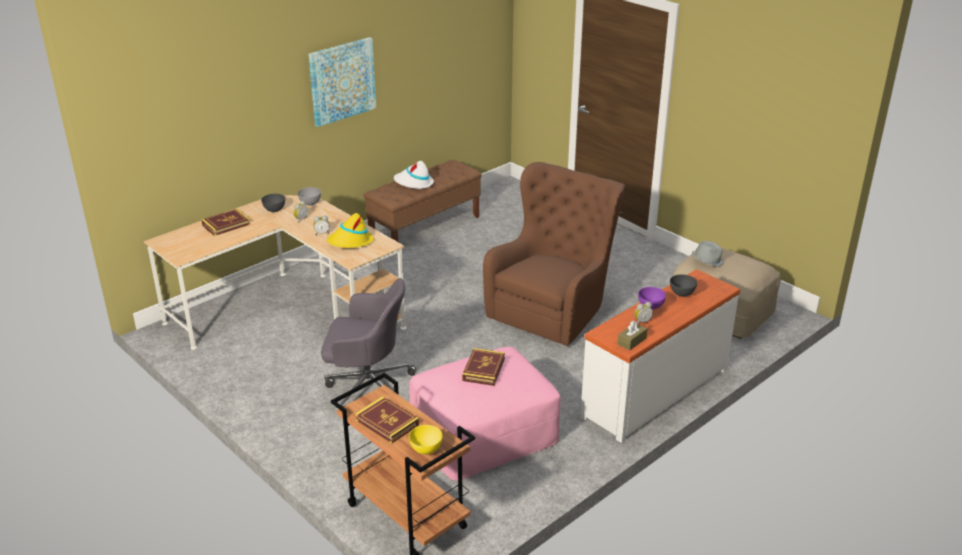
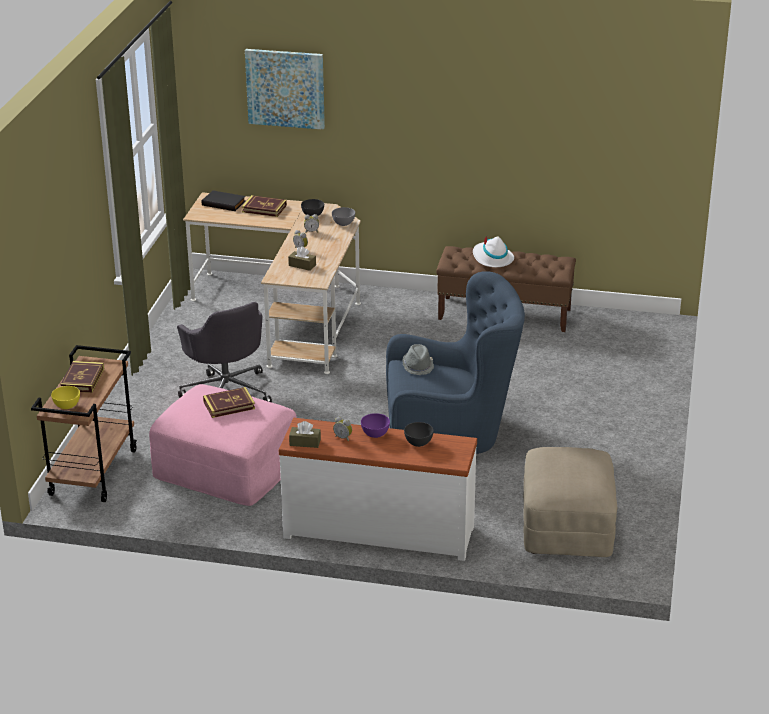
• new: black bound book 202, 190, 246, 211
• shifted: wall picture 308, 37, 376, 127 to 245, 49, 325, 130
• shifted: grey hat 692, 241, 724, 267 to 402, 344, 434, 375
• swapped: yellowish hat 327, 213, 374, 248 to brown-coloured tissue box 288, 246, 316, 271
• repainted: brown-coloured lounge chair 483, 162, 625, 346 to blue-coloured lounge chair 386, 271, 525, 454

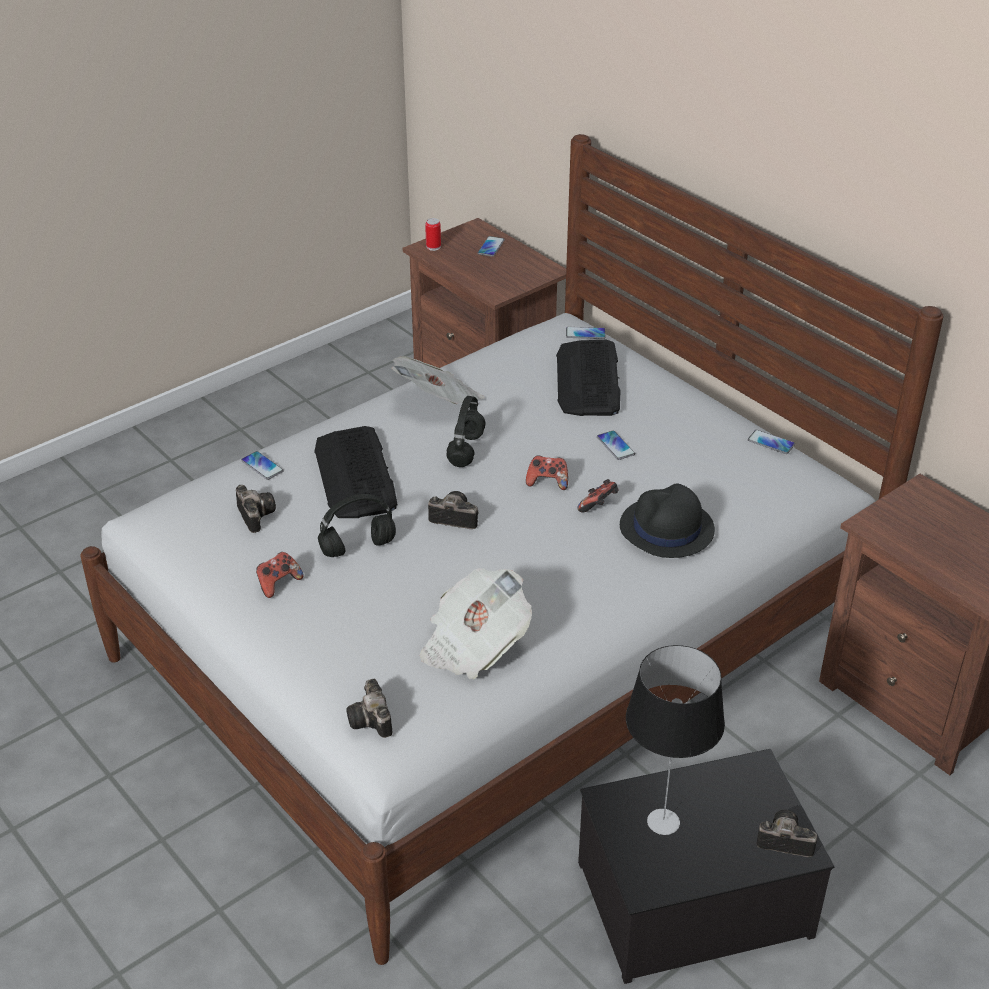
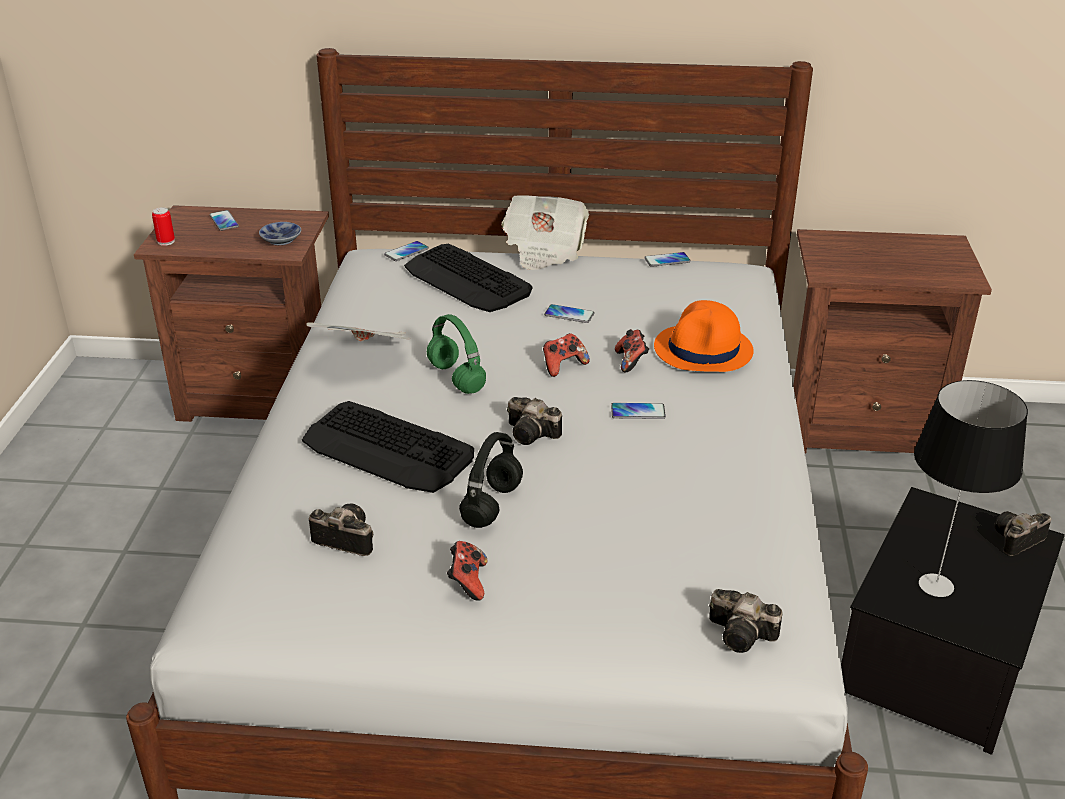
• new: deep dish 259, 222, 301, 245
• shifted: telephone 241, 451, 283, 480 to 611, 403, 666, 419
• shifted: newspaper 420, 568, 532, 679 to 502, 195, 589, 270
• repainted: black headphones 446, 396, 486, 467 to green-coloured headphones 427, 314, 486, 394
• repainted: black hat 620, 483, 715, 558 to orange hat 654, 300, 754, 372
• rotated: photo camera 428, 491, 478, 529 = 507, 397, 562, 445 120 degrees counterclockwise

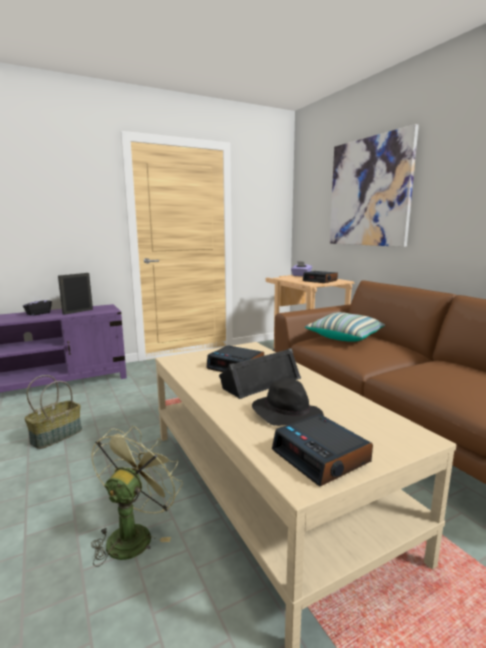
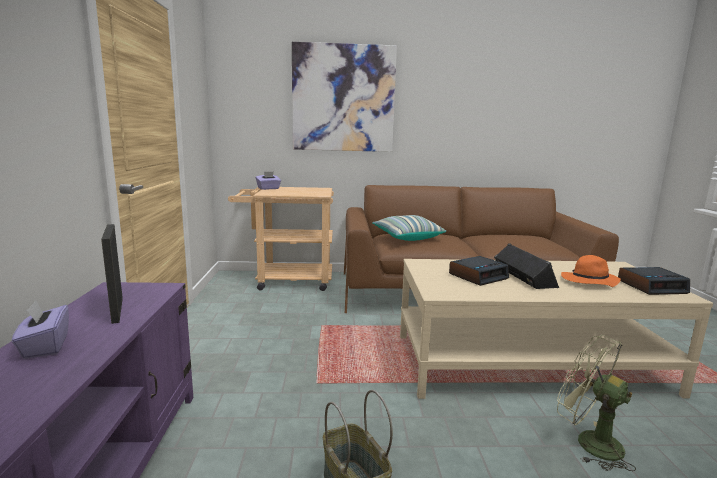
• gone: bedside clock 303, 271, 338, 283
• repainted: black tissue box 23, 295, 52, 316 to purple-coloured tissue box 12, 300, 69, 359
• repainted: black hat 252, 378, 324, 426 to orange hat 561, 255, 621, 287

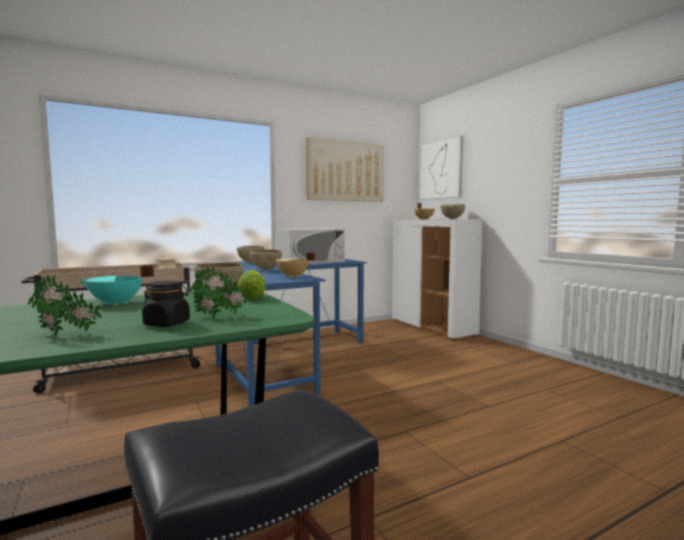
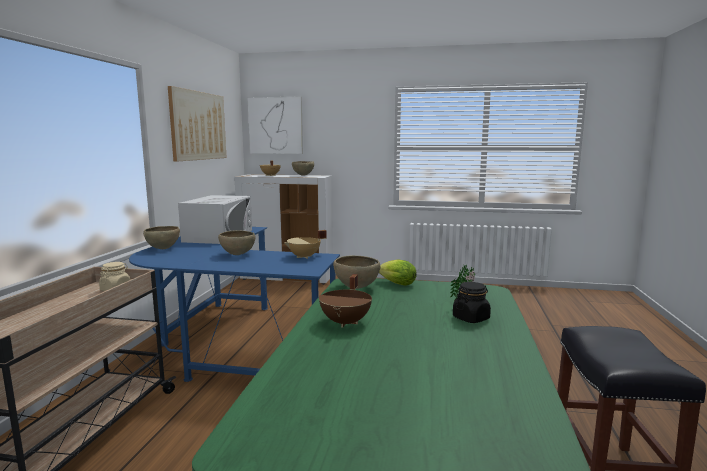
• gone: houseplant 28, 274, 102, 336
• repainted: turquoise-coloured stockpot 78, 265, 154, 306 to brown-coloured stockpot 319, 274, 372, 327

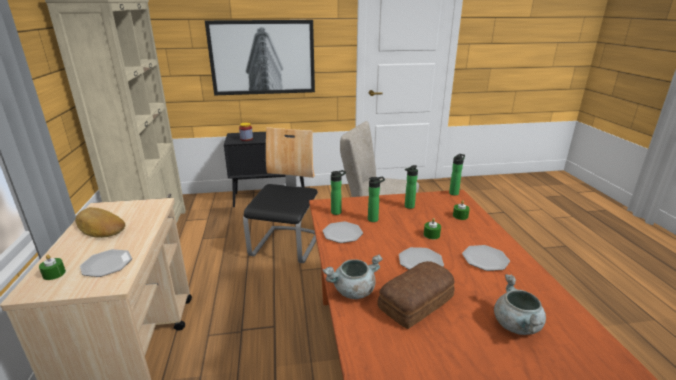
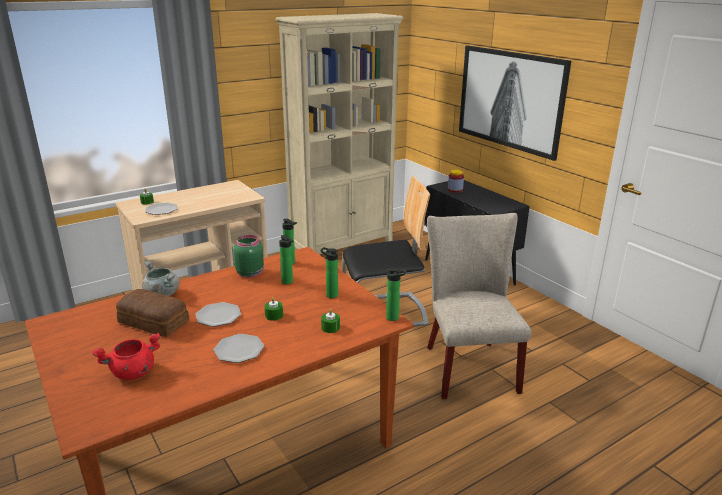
• gone: bakery bread 75, 207, 125, 238
• swapped: dinner plate 322, 221, 363, 243 to green-coloured preserve jar 233, 235, 264, 278
• repainted: grey stockpot 494, 274, 546, 335 to reddish stockpot 92, 333, 161, 380

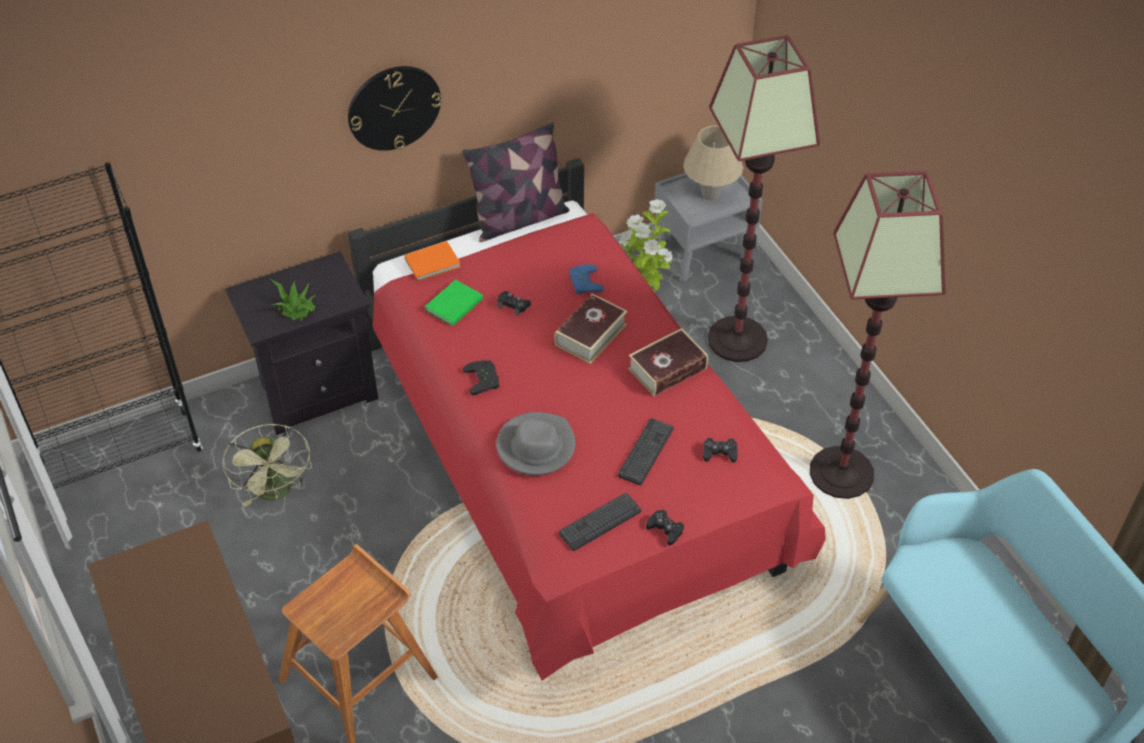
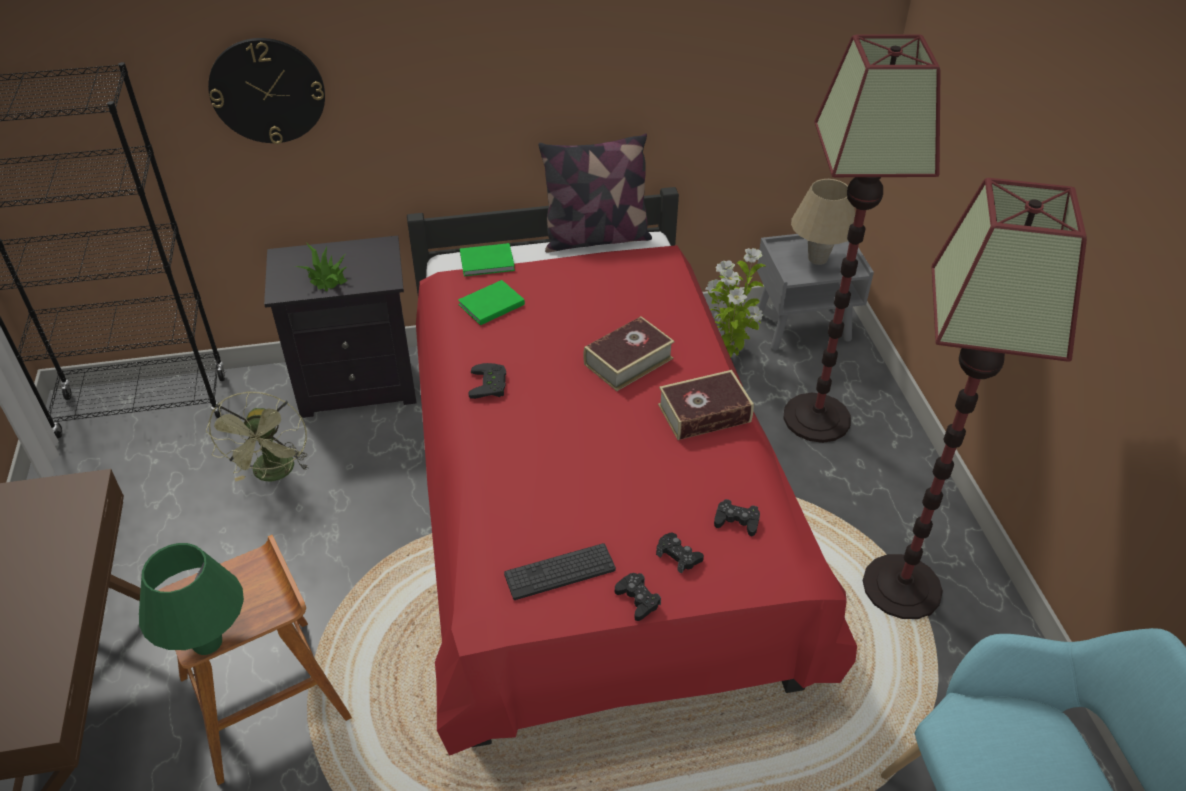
• gone: grey hat 496, 412, 575, 475
• gone: blue-coloured game controller 570, 264, 604, 294
• gone: computer keyboard 618, 418, 674, 485
• new: green-coloured table lamp 139, 543, 244, 655
• shifted: wall clock 348, 66, 442, 151 to 208, 38, 325, 144
• shifted: black game controller 497, 291, 531, 316 to 656, 533, 704, 574
• repainted: orange bound book 404, 241, 461, 281 to green-coloured bound book 460, 243, 515, 276

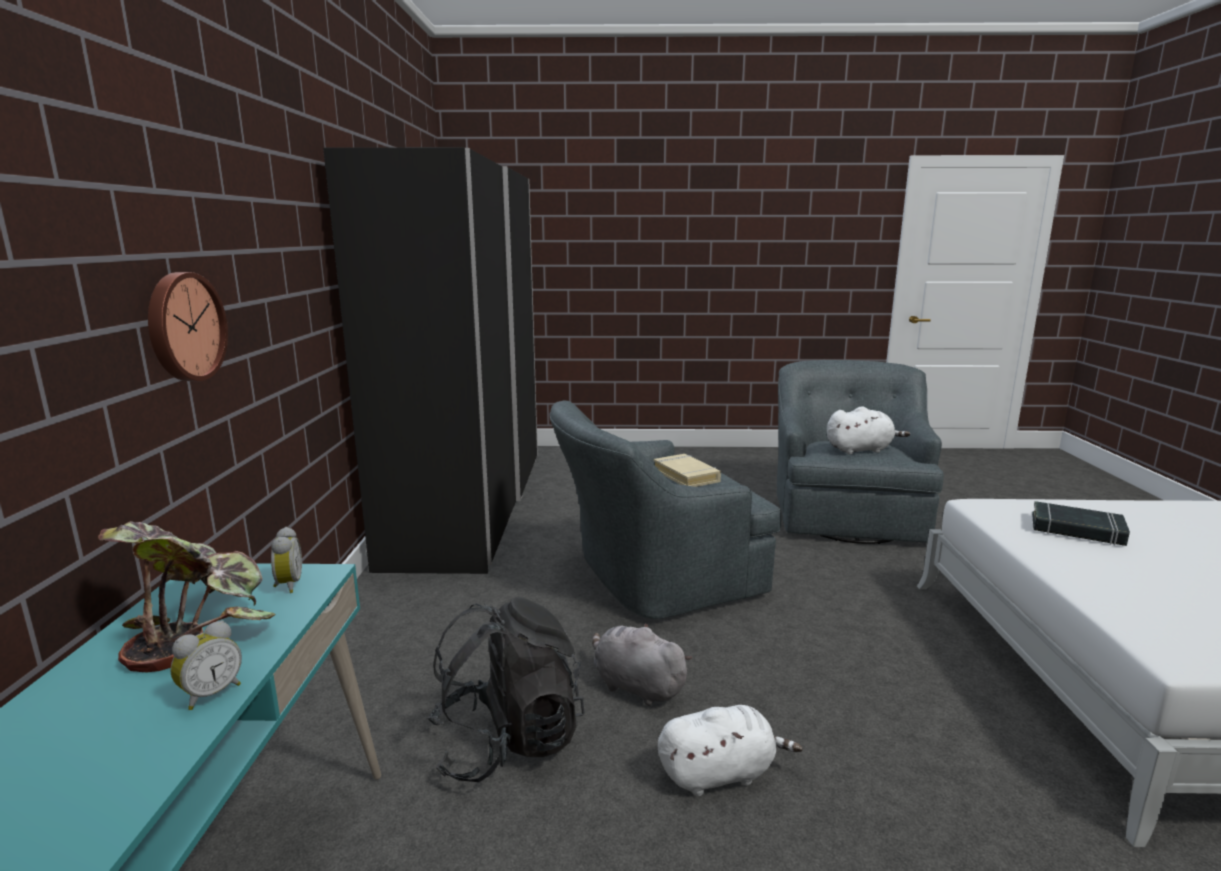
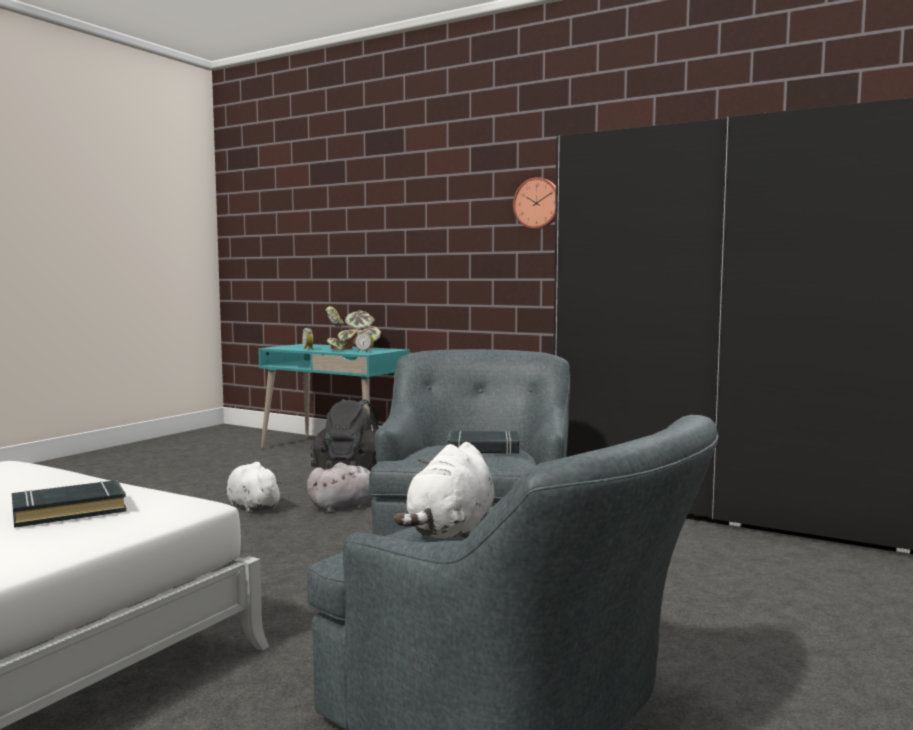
• shifted: wall clock 148, 272, 228, 381 to 513, 177, 556, 229
• repainted: beige bound book 653, 454, 721, 487 to black bound book 448, 431, 520, 454
• rotated: whitish cuddly toy 658, 705, 803, 796 = 227, 462, 283, 513 120 degrees clockwise

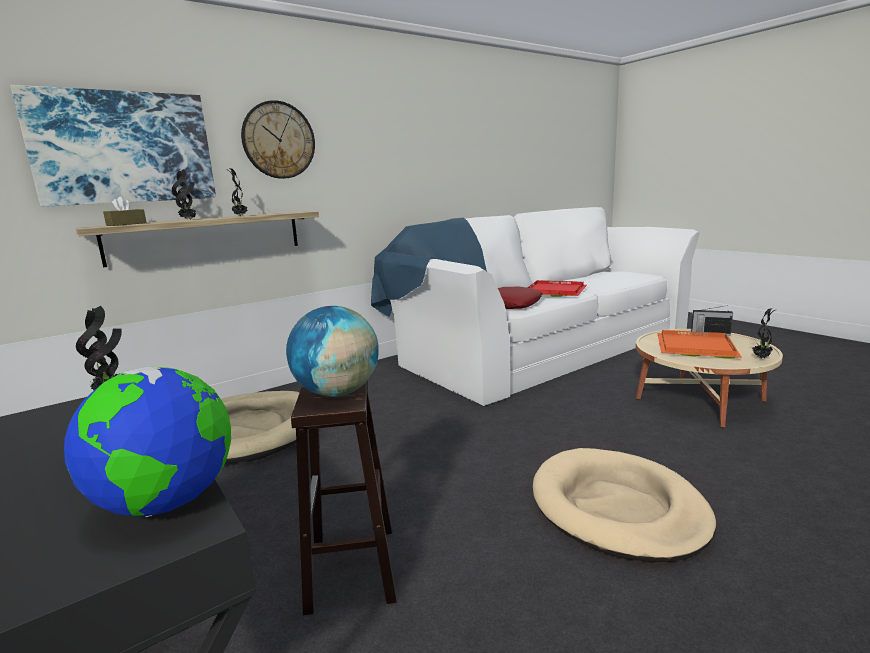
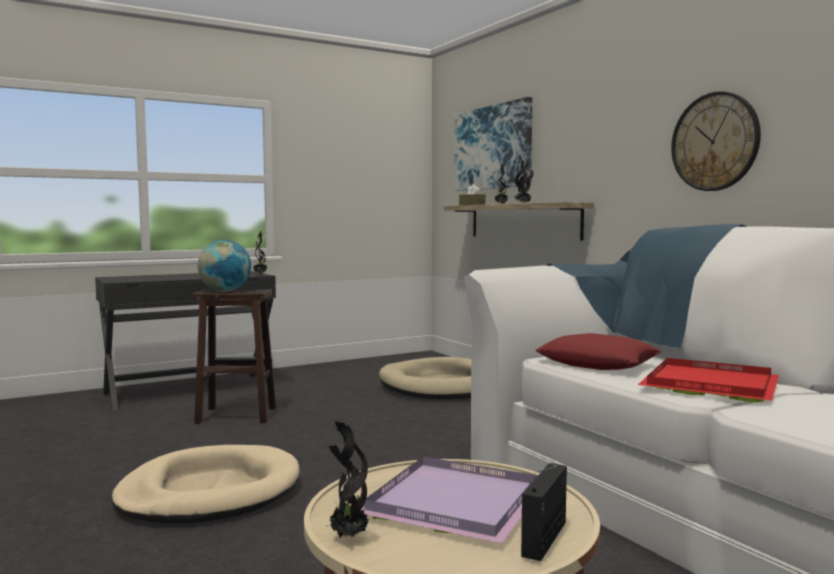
• gone: desk globe 64, 366, 231, 517
• shifted: wall clock 241, 100, 315, 179 to 671, 91, 761, 191
• repainted: orange serving tray 657, 330, 742, 359 to purple-coloured serving tray 361, 457, 537, 543

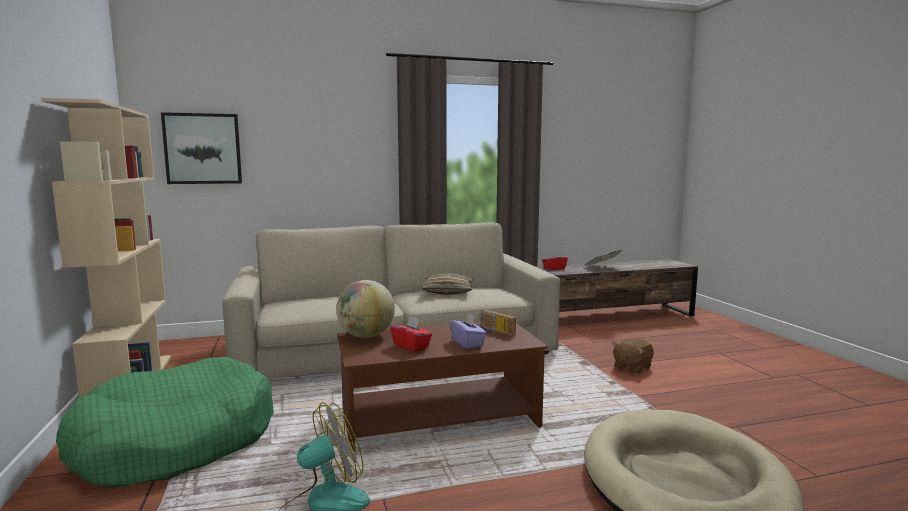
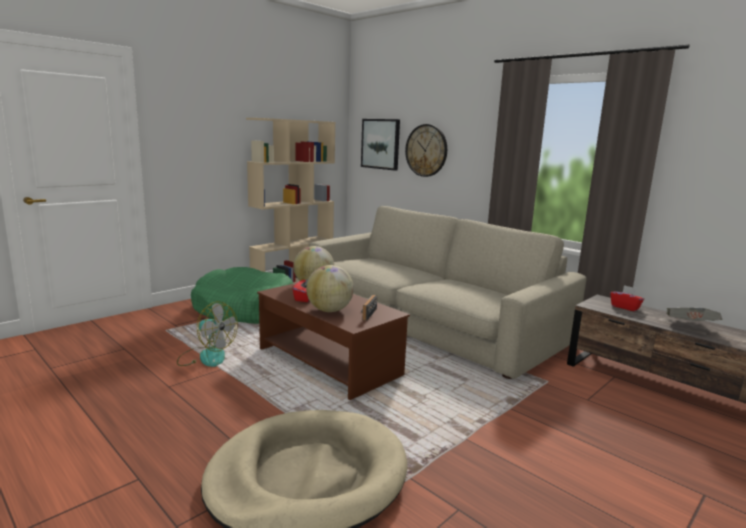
• gone: cushion 421, 273, 473, 295
• gone: brown-coloured cuddly toy 612, 337, 654, 374
• new: wall clock 405, 124, 447, 177
• swapped: purple-coloured tissue box 450, 313, 487, 349 to desk globe 306, 265, 354, 312

